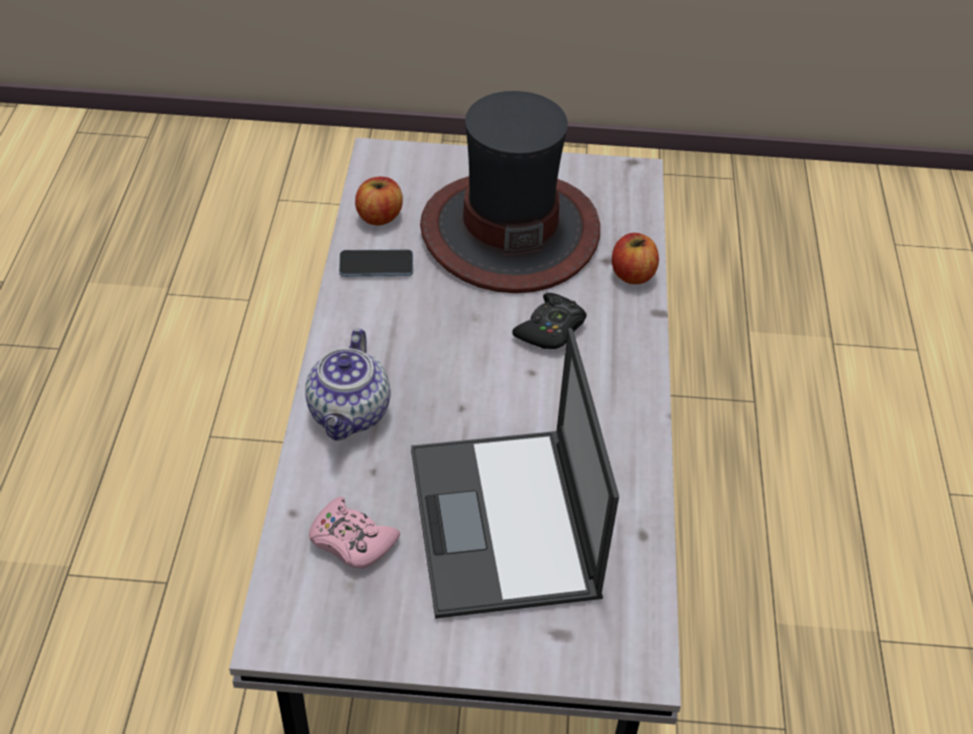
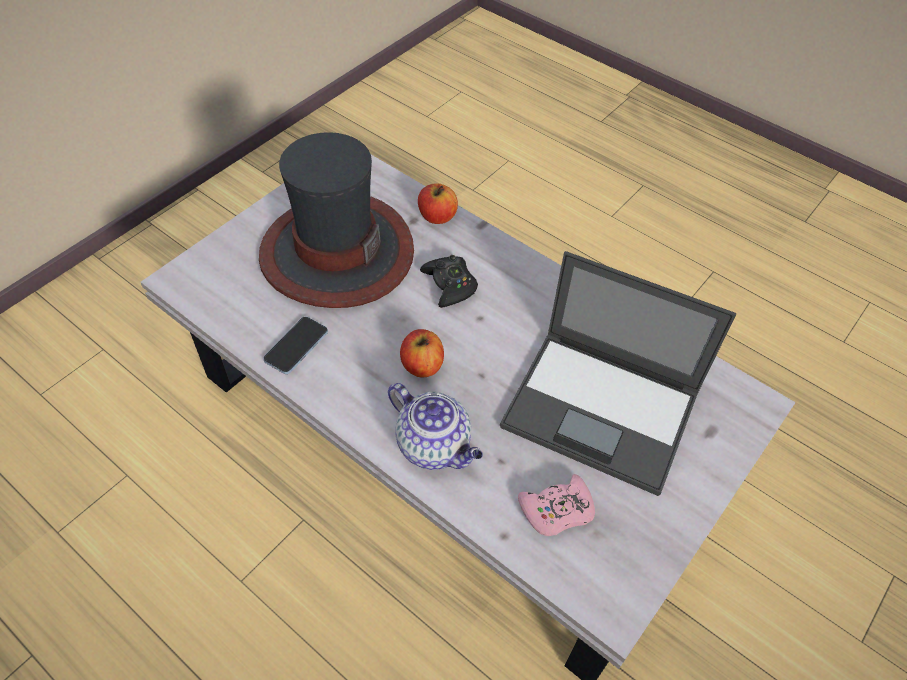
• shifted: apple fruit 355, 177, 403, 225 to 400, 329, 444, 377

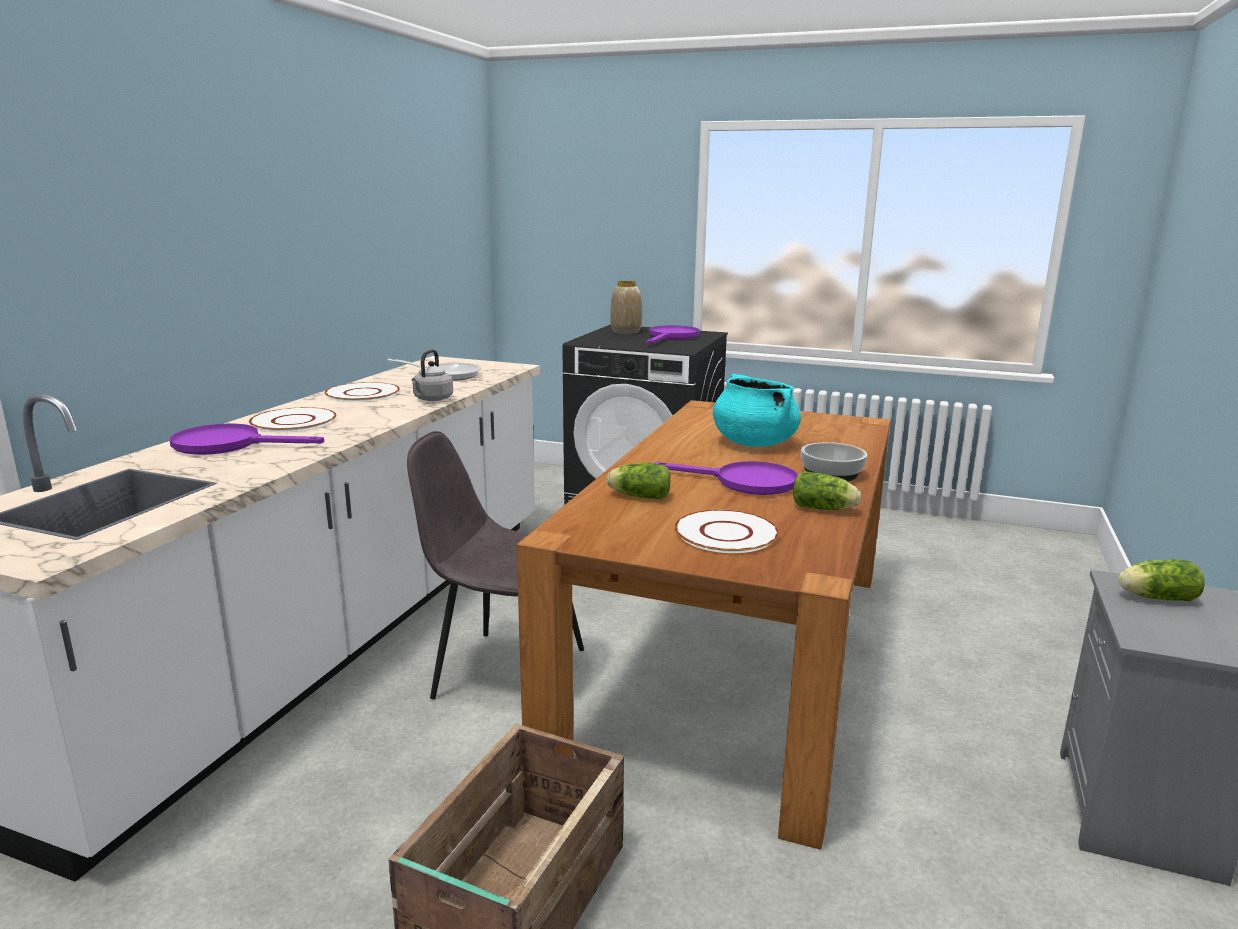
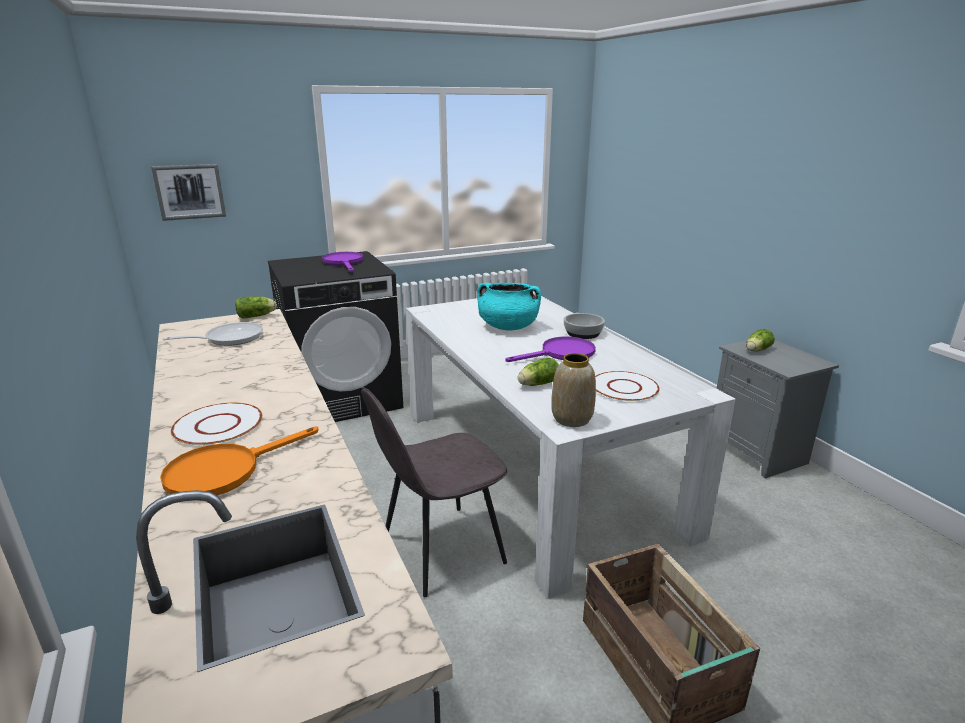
• gone: whitish dinner plate 325, 382, 400, 402
• gone: grey water kettle 412, 349, 453, 401
• new: wall picture 151, 164, 226, 221
• shifted: decorative vase 610, 281, 642, 334 to 551, 353, 596, 427
• shifted: lettuce head 793, 471, 861, 510 to 236, 296, 277, 319
• repainted: purple-coloured pan 169, 423, 324, 455 to orange pan 160, 426, 319, 495
• repainted: brown-coloured kitchen table 517, 400, 891, 850 to whitish kitchen table 406, 292, 735, 599

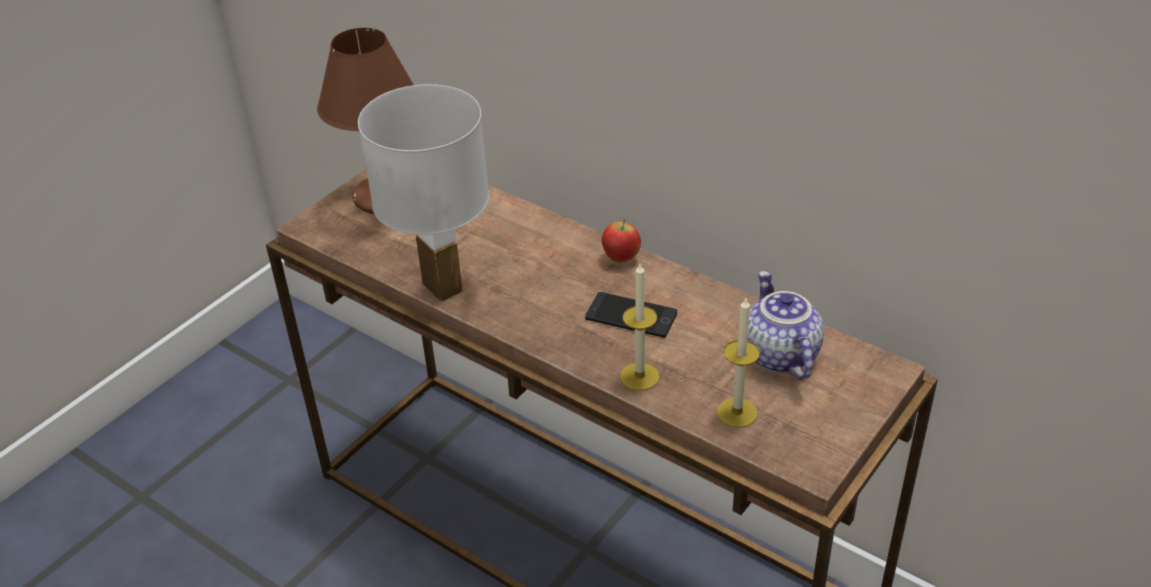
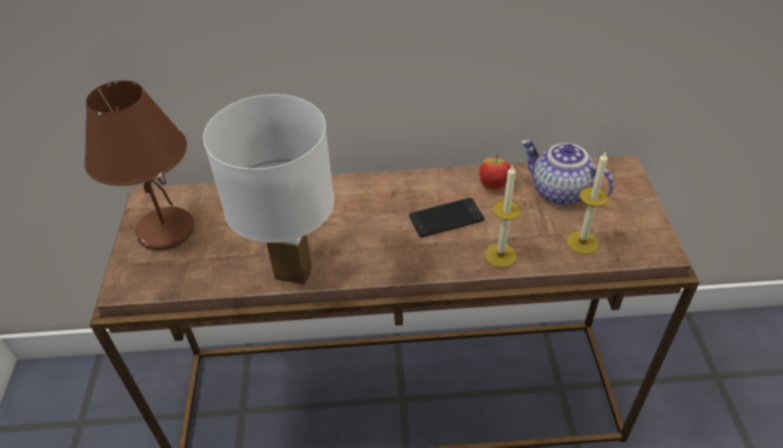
• shifted: apple fruit 602, 219, 641, 262 to 479, 155, 511, 190

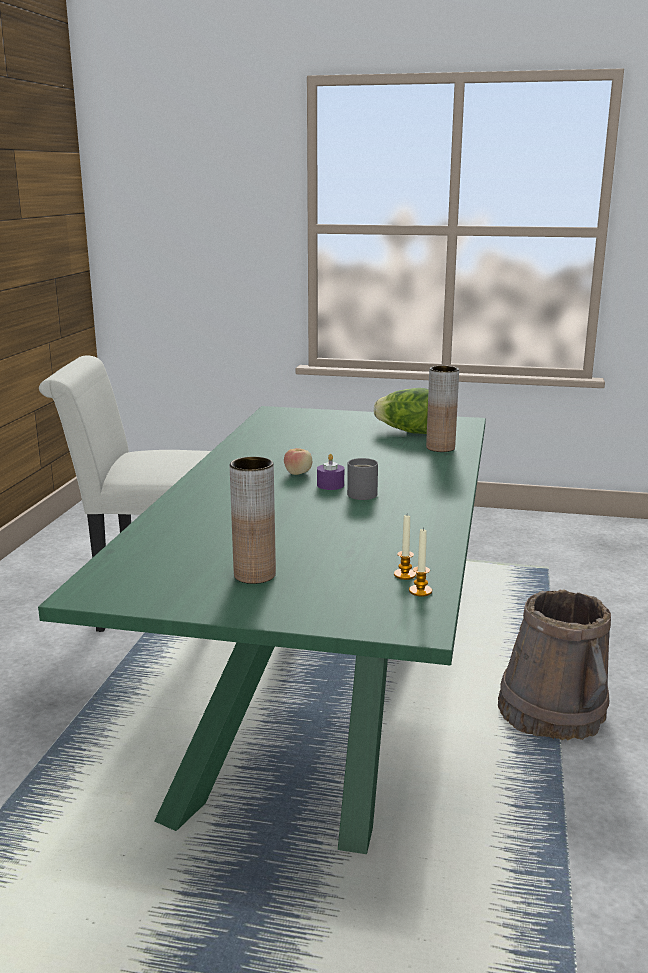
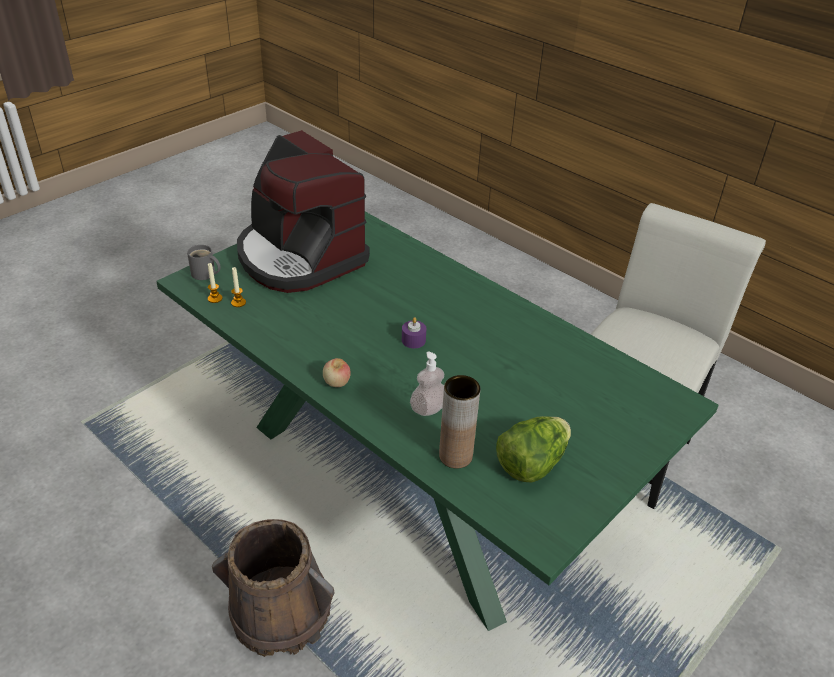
• new: liquid soap bottle 410, 351, 444, 416
• shifted: apple fruit 284, 448, 312, 475 to 323, 358, 351, 387
• shifted: grey tea mug 347, 458, 378, 500 to 187, 245, 221, 280
• swapped: brown-coloured decorative vase 230, 457, 276, 584 to coffee brewer 237, 130, 370, 293

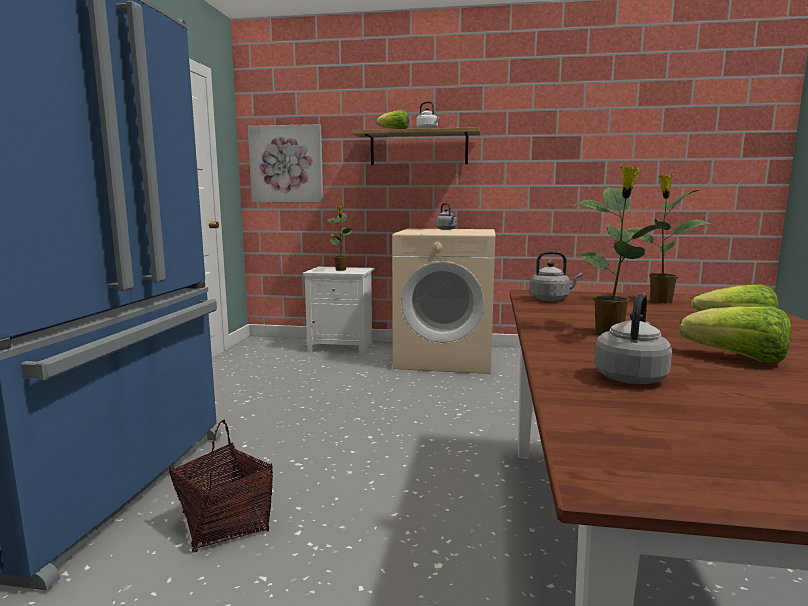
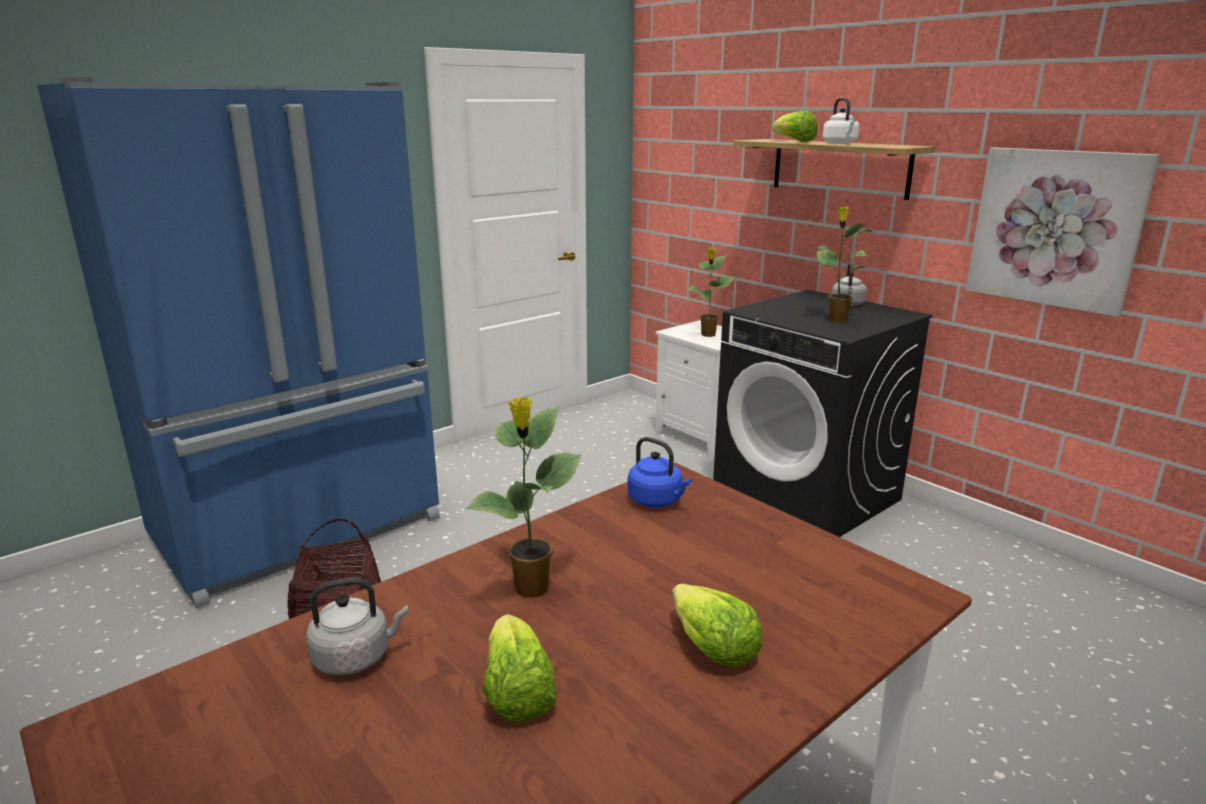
• shifted: wall picture 248, 124, 323, 202 to 966, 147, 1160, 317
• shifted: houseplant 625, 174, 711, 304 to 816, 206, 873, 322
• repainted: beige laundry machine 392, 229, 495, 374 to black laundry machine 713, 290, 933, 537
• repainted: grey water kettle 529, 251, 582, 301 to blue-coloured water kettle 627, 437, 692, 508

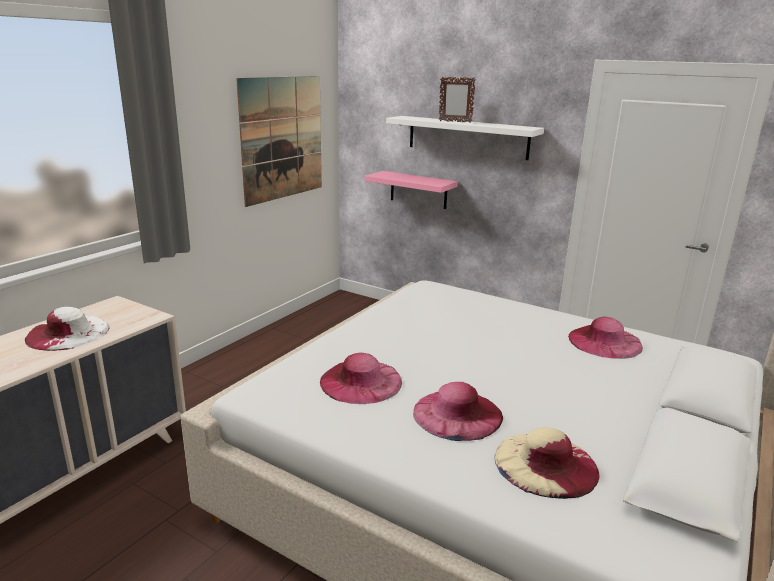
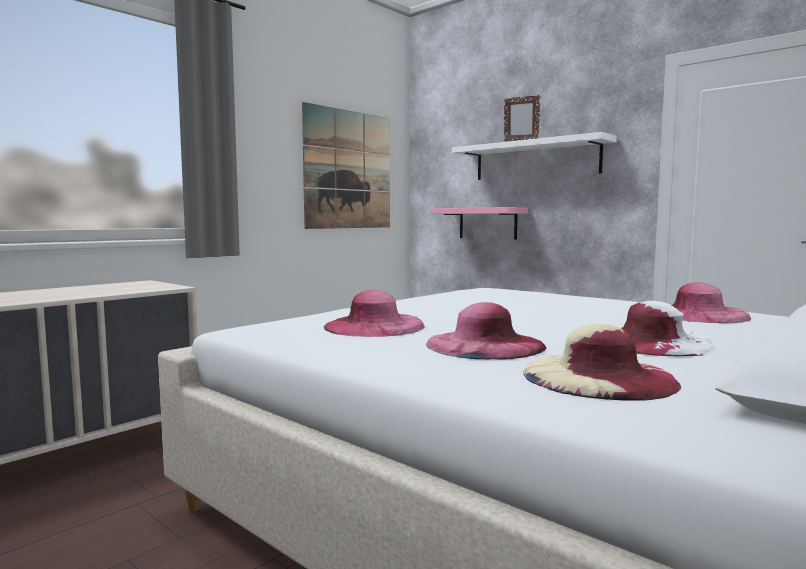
• shifted: whitish hat 25, 307, 109, 351 to 616, 301, 717, 356

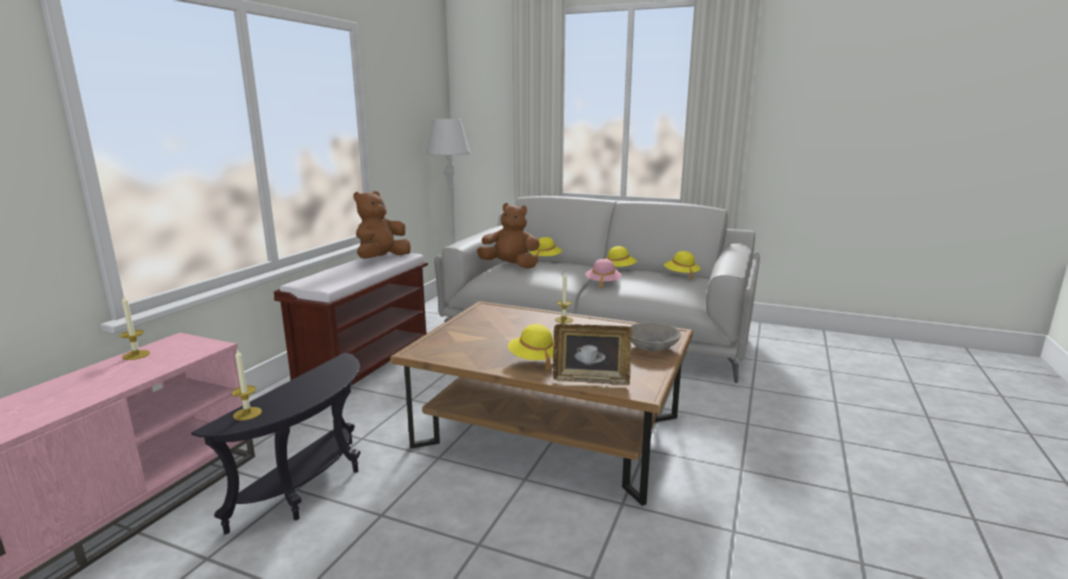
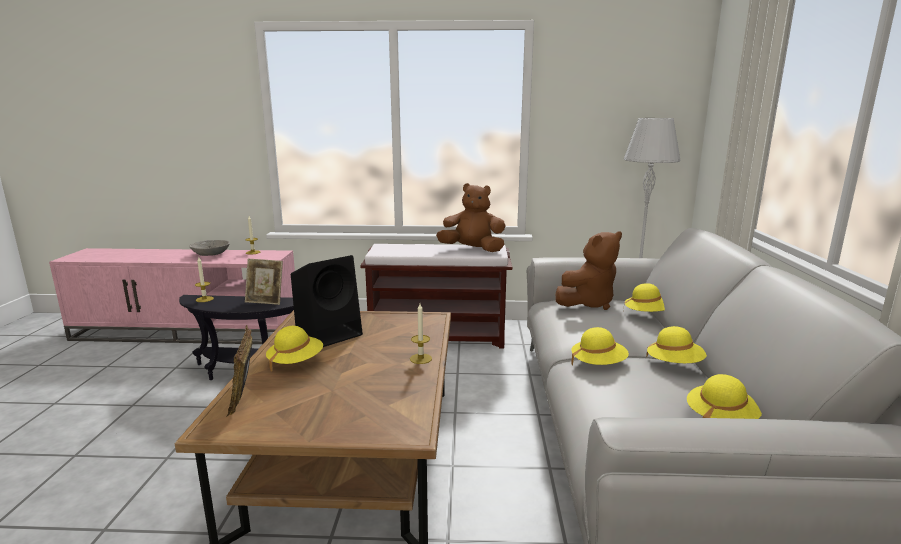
• new: photo frame 245, 259, 283, 305
• new: black audio speaker 291, 255, 363, 347
• shifted: grey deep dish 630, 323, 681, 352 to 189, 240, 230, 256
• repainted: pinkish hat 585, 259, 622, 289 to yellowish hat 571, 327, 629, 365
• rotated: brown-coloured cuddly toy 477, 203, 540, 268 = 555, 231, 622, 310 60 degrees clockwise

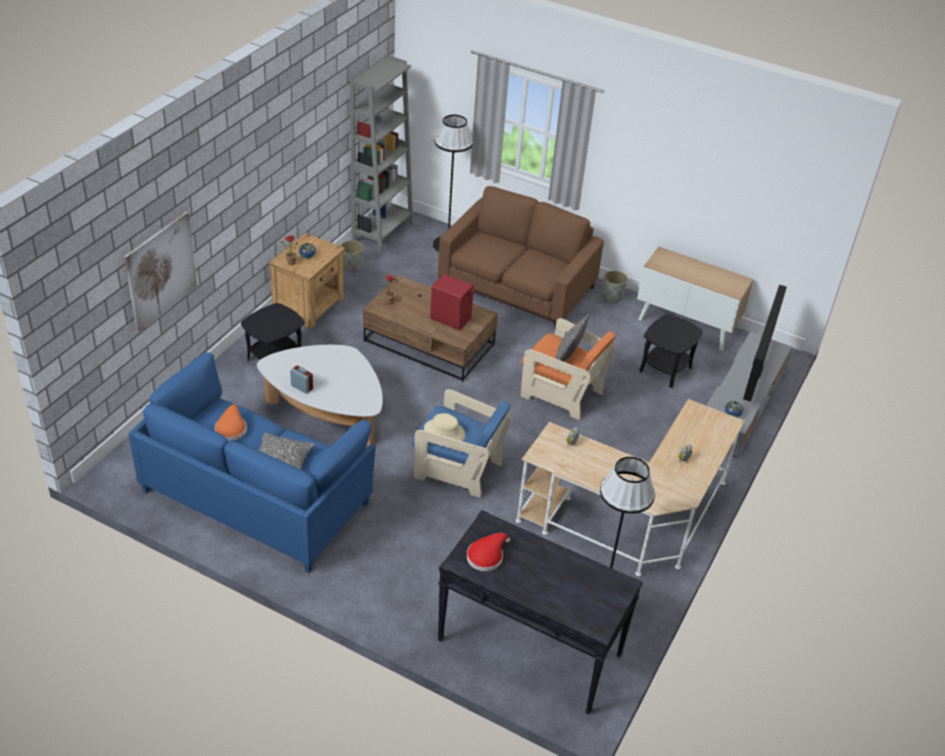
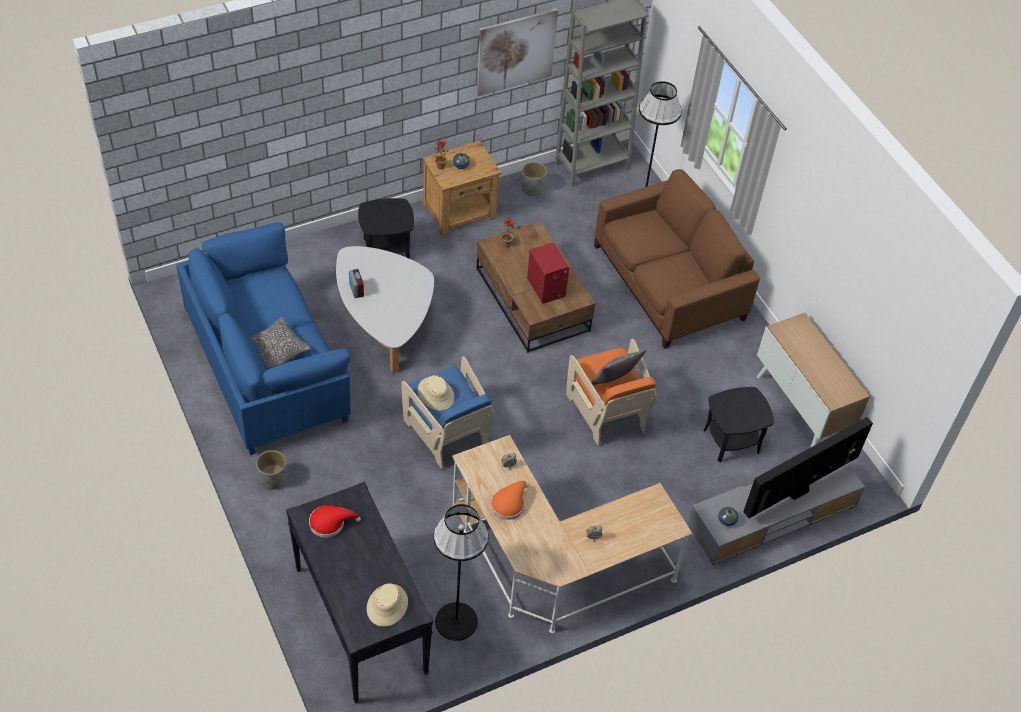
• new: beige hat 367, 583, 408, 627
• shifted: wall picture 124, 212, 197, 332 to 477, 9, 558, 96
• shifted: orange hat 215, 404, 247, 441 to 491, 481, 528, 520
• shifted: grey flower pot 602, 270, 628, 303 to 256, 450, 287, 490

